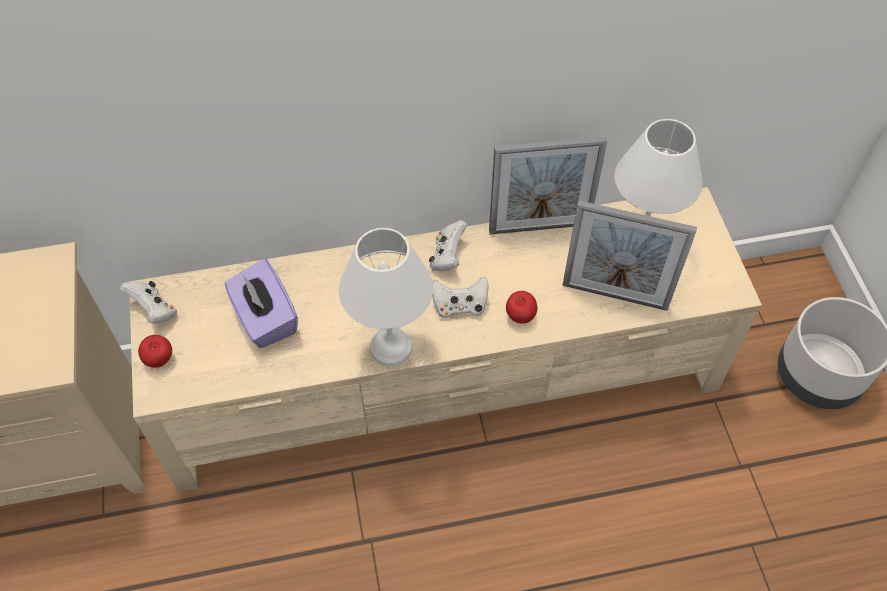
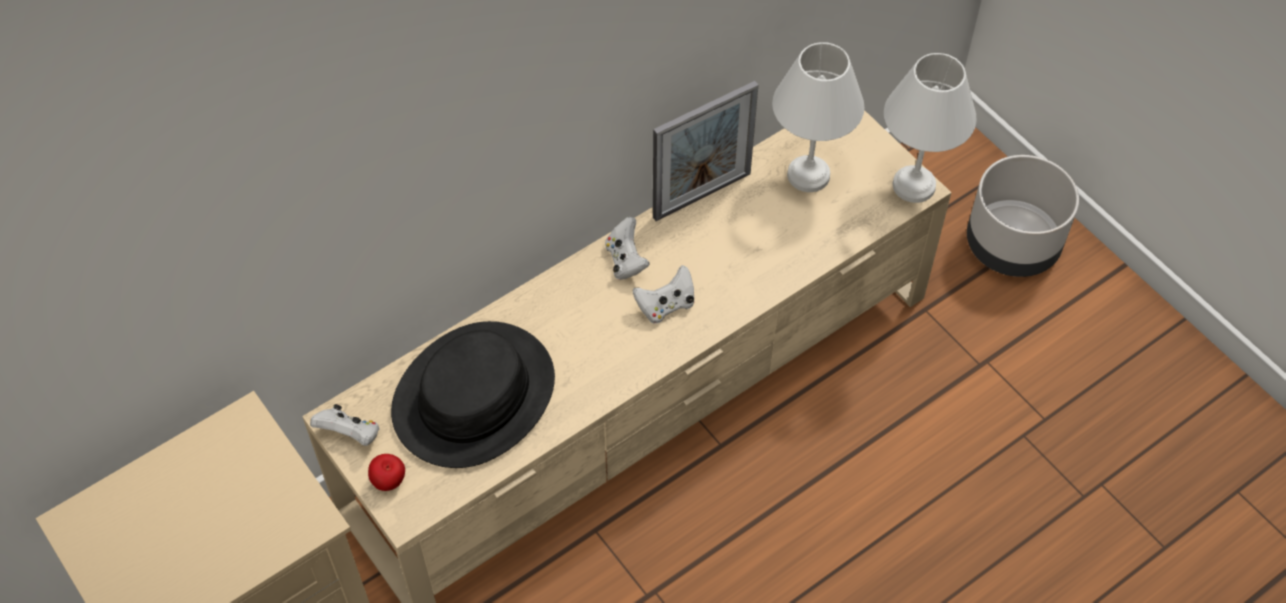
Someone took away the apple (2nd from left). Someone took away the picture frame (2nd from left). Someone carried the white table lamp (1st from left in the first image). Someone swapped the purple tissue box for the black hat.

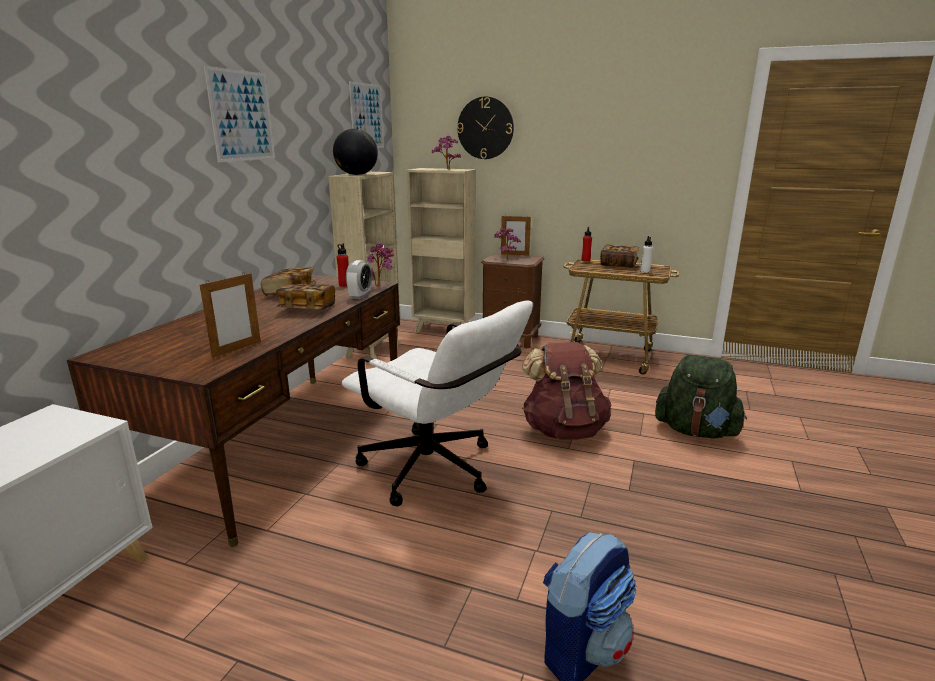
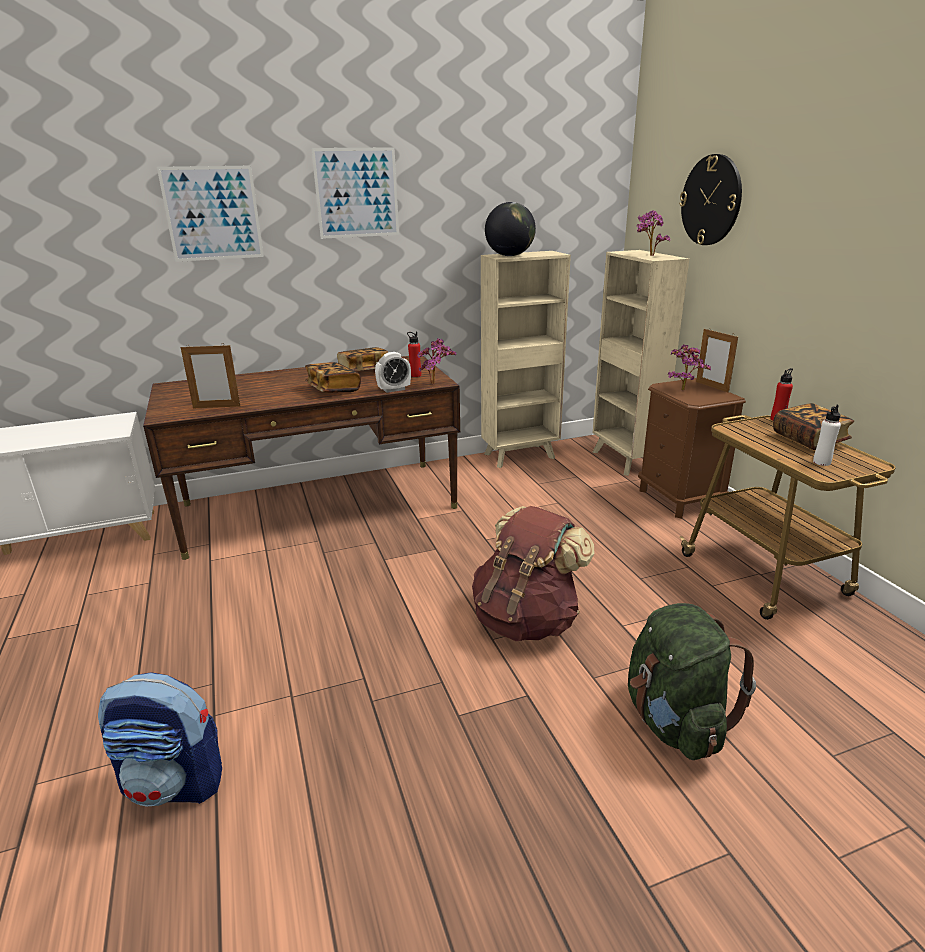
Someone took away the white office chair. Someone carried the picture (2nd from left in the first image).

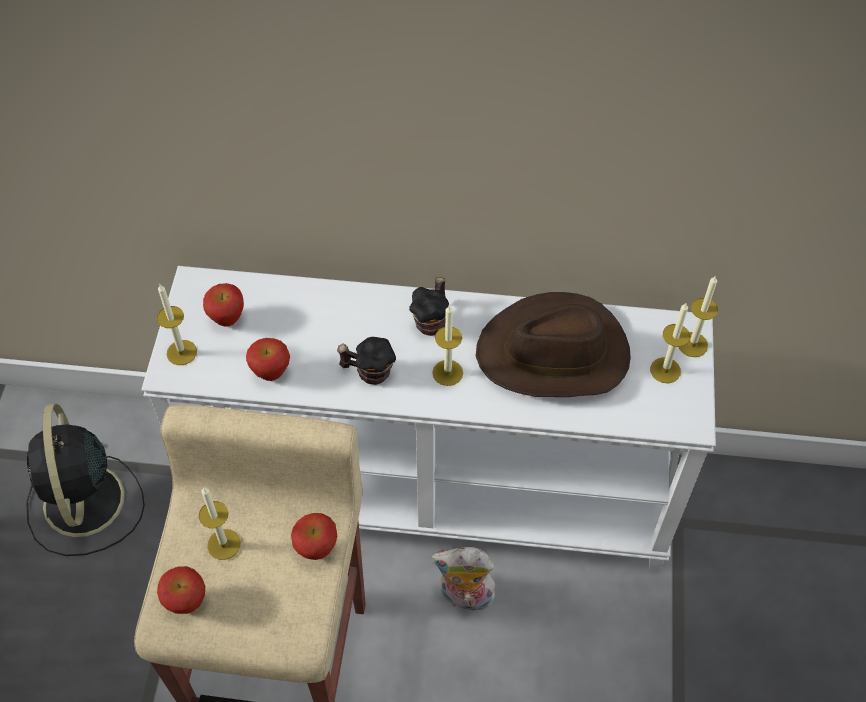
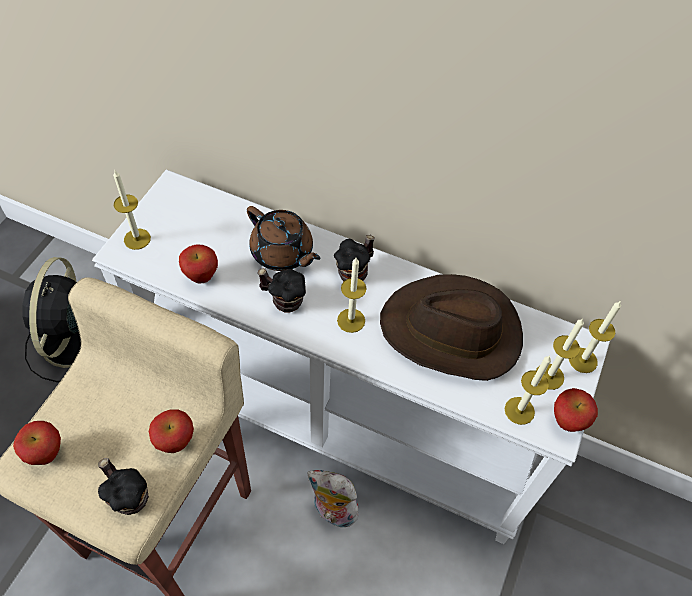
Someone put down the mug (1st from left). Someone put down the brown teapot. Someone carried the candle (2nd from left in the first image). Someone carried the apple (2nd from left in the first image).

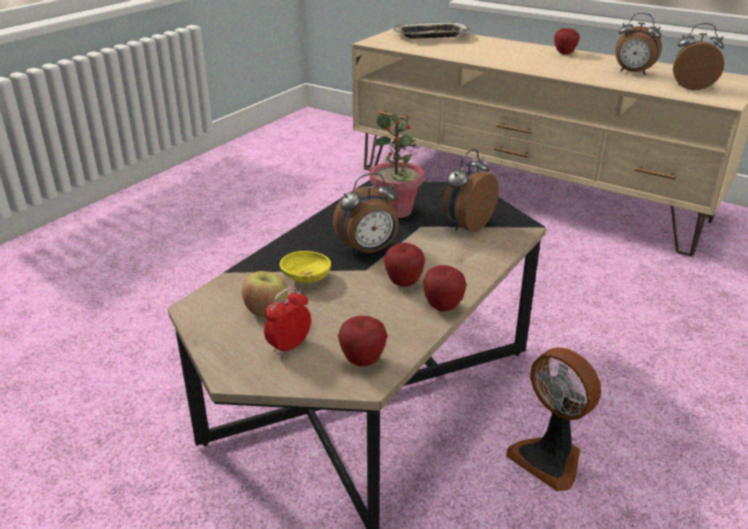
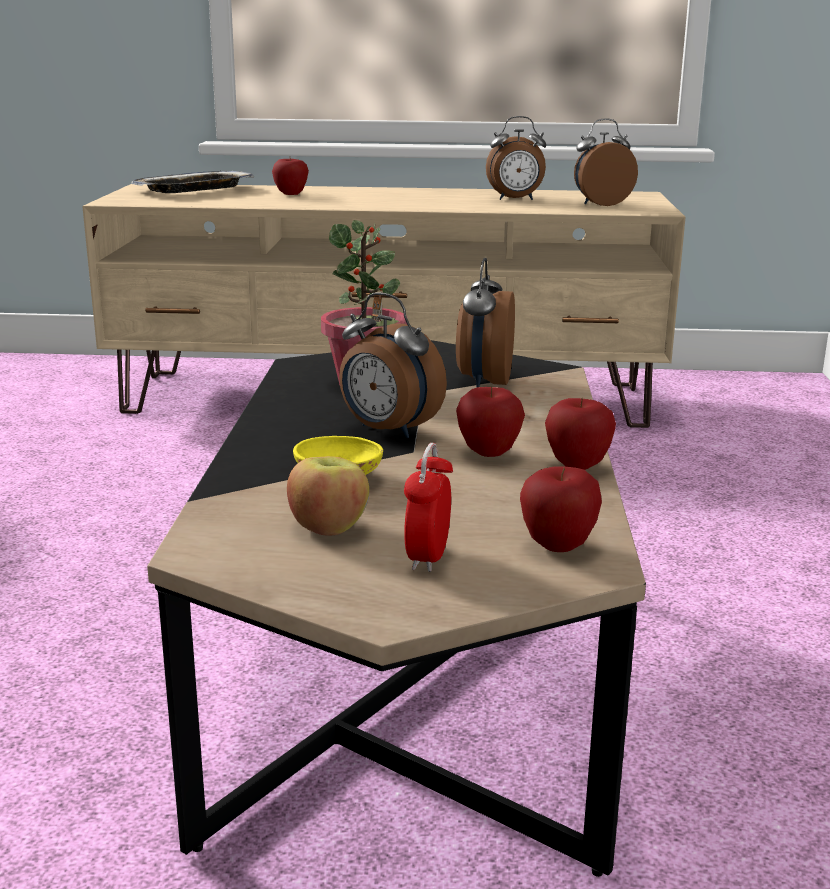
Someone took away the fan. Someone carried the apple (5th from left in the first image). Someone rotated the alarm clock (2nd from left in the first image) by 90 degrees clockwise.

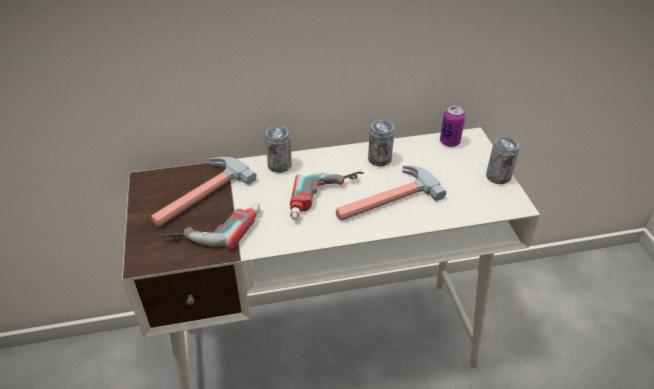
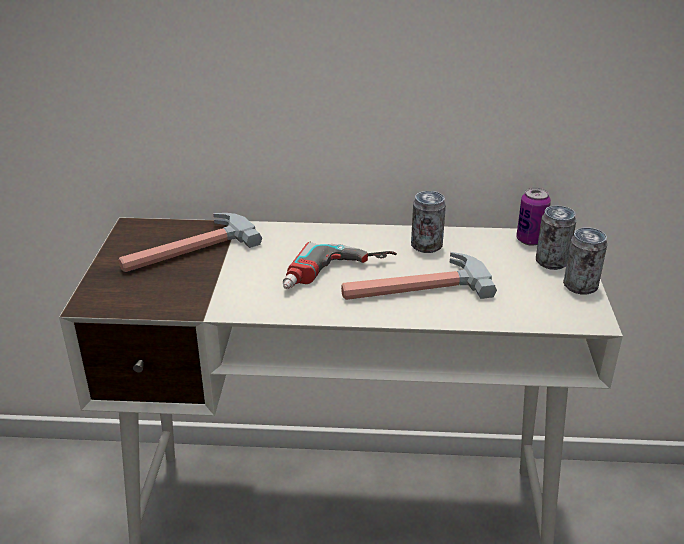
Someone took away the power drill (1st from left). Someone carried the can (1st from left in the first image).

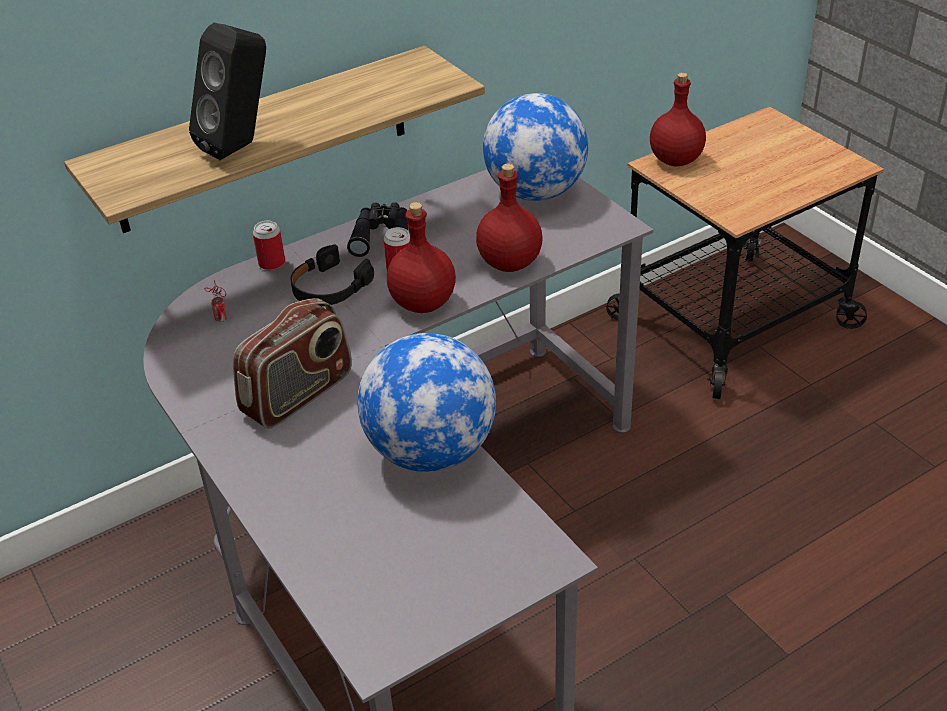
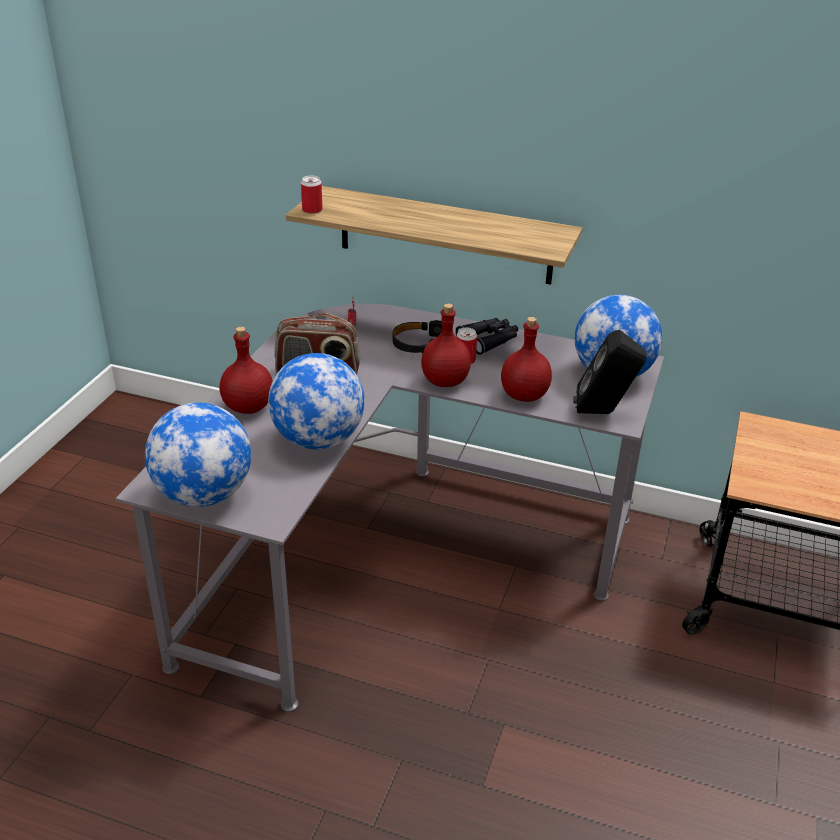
Someone put down the globe (1st from left). Someone carried the black speaker. Someone carried the can (2nd from left in the first image). Someone carried the red bottle (3rd from left in the first image).

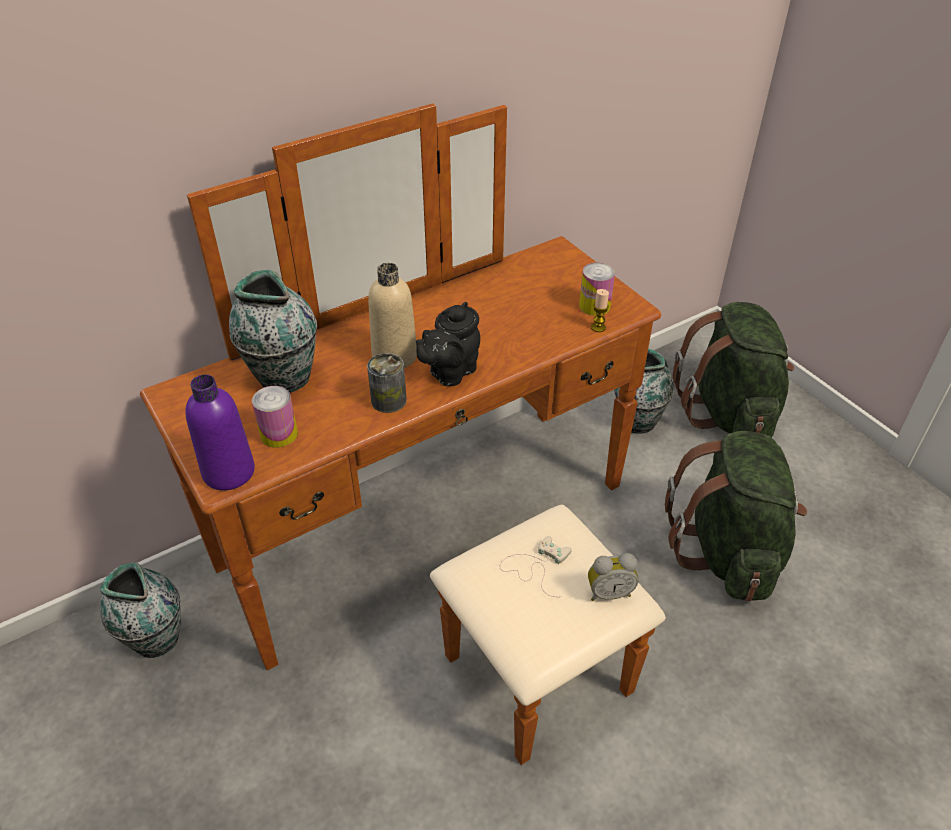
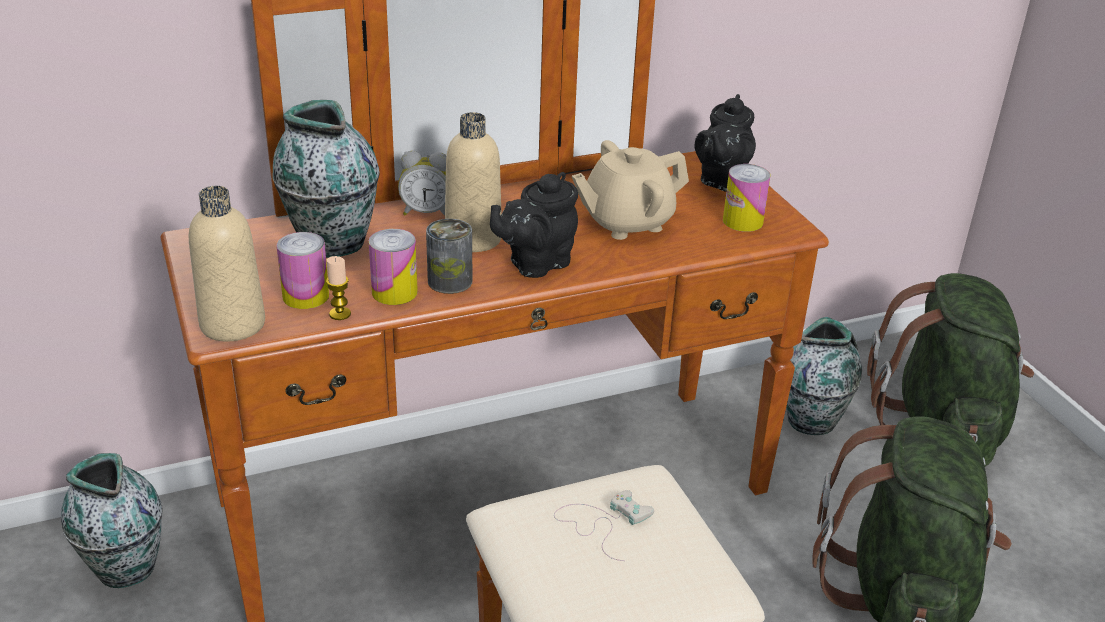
Someone put down the can (2nd from left). Someone put down the beige teapot. Someone put down the black teapot (2nd from left). Someone carried the alarm clock. Someone carried the candle. Someone repainted the purple bottle, which became the beige bottle (1st from left).

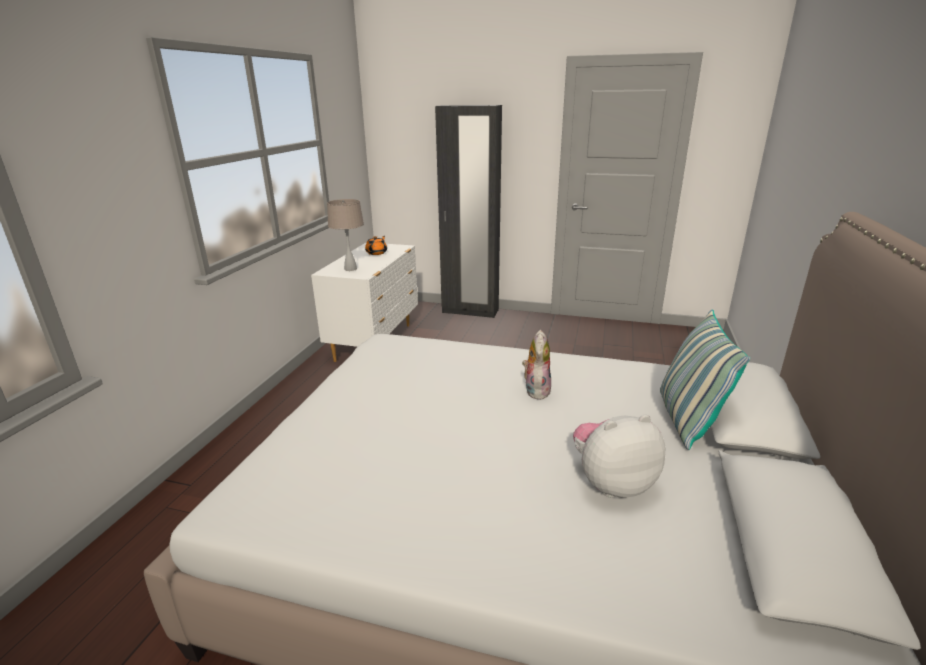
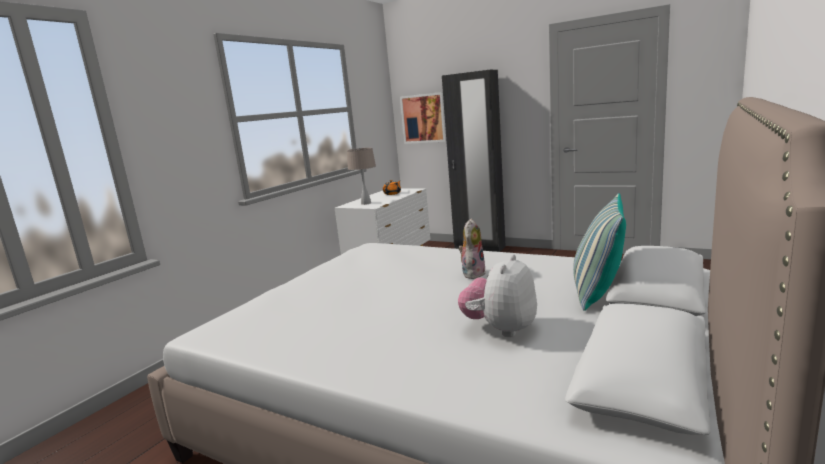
Someone put up the picture. Someone rotated the plush toy (2nd from left) by 60 degrees counterclockwise.

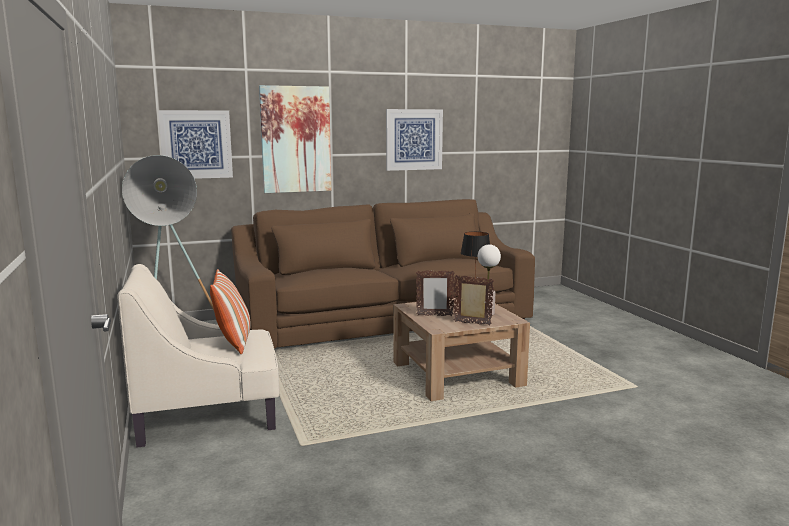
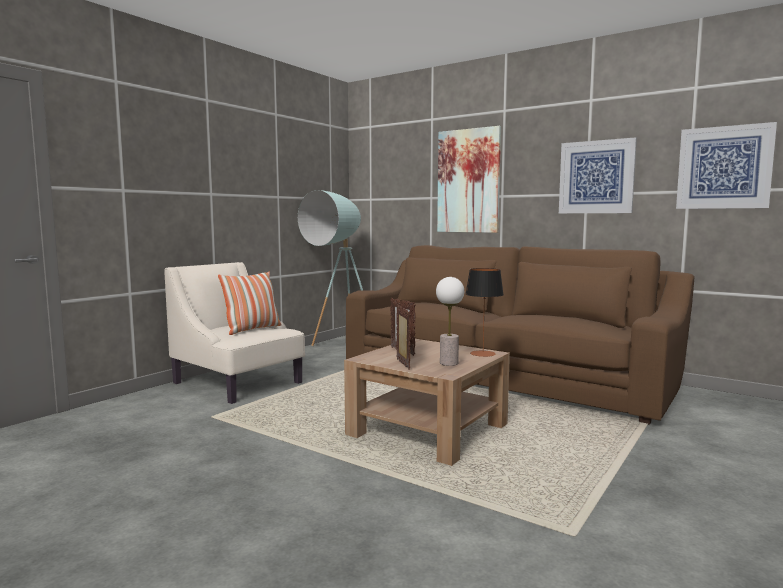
Someone carried the picture (1st from left in the first image).

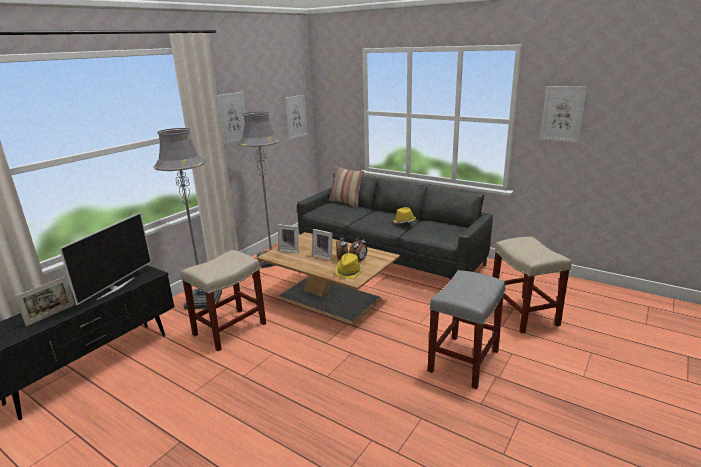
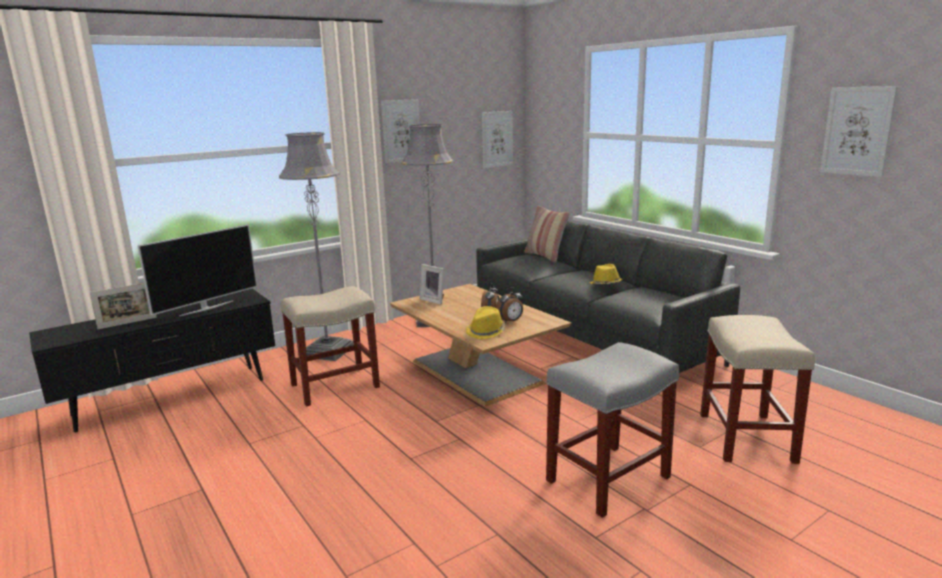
Someone took away the picture frame (3rd from left).

